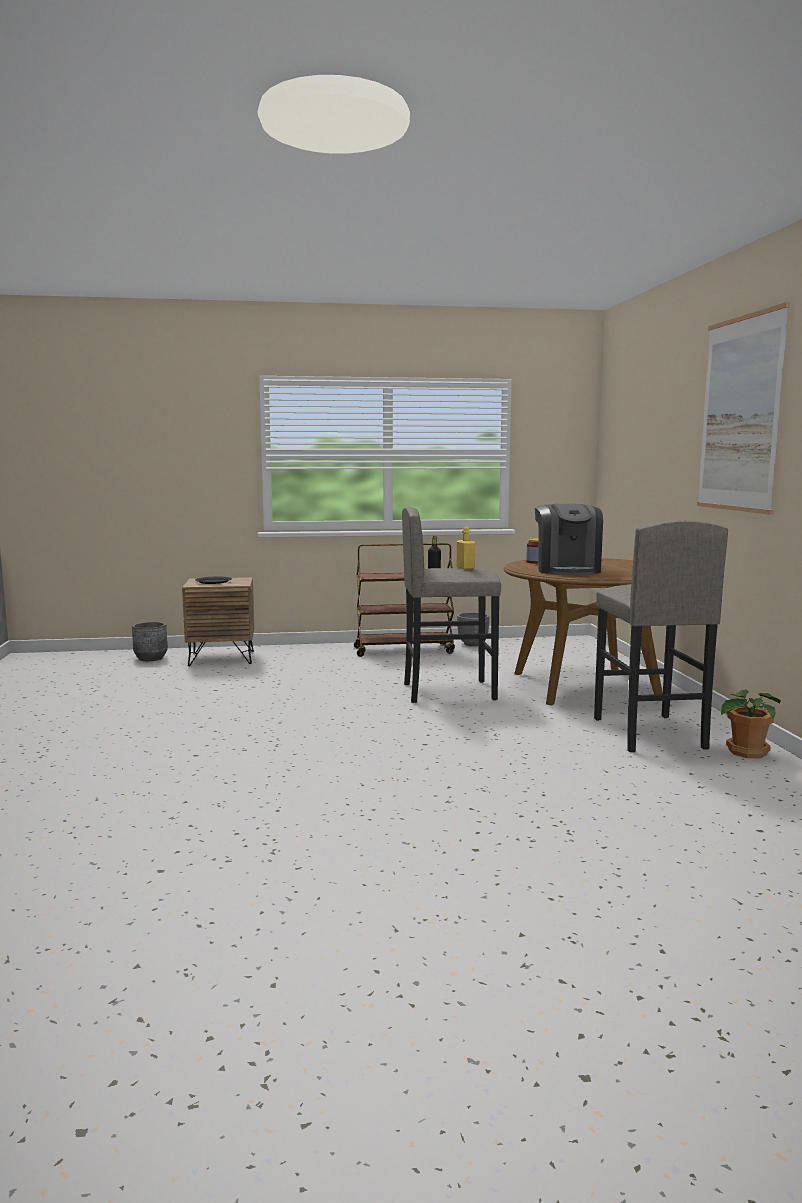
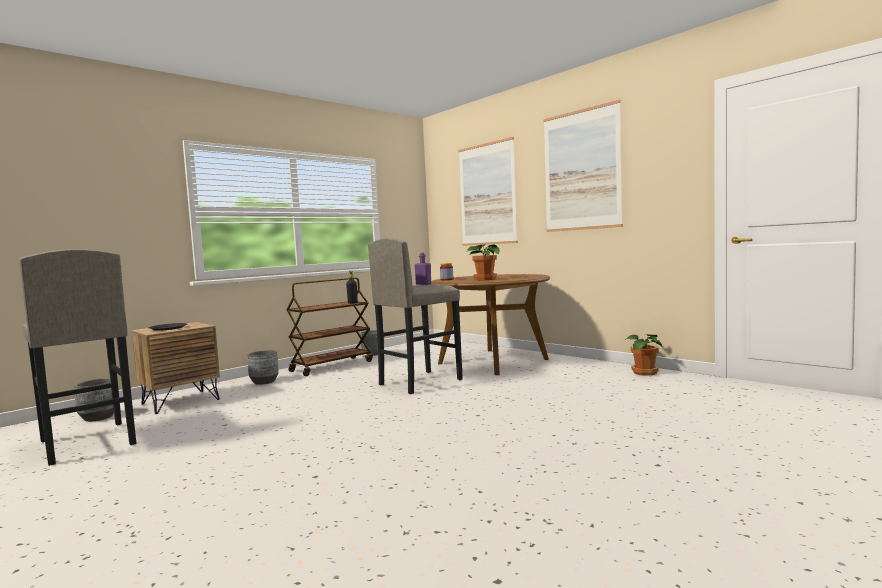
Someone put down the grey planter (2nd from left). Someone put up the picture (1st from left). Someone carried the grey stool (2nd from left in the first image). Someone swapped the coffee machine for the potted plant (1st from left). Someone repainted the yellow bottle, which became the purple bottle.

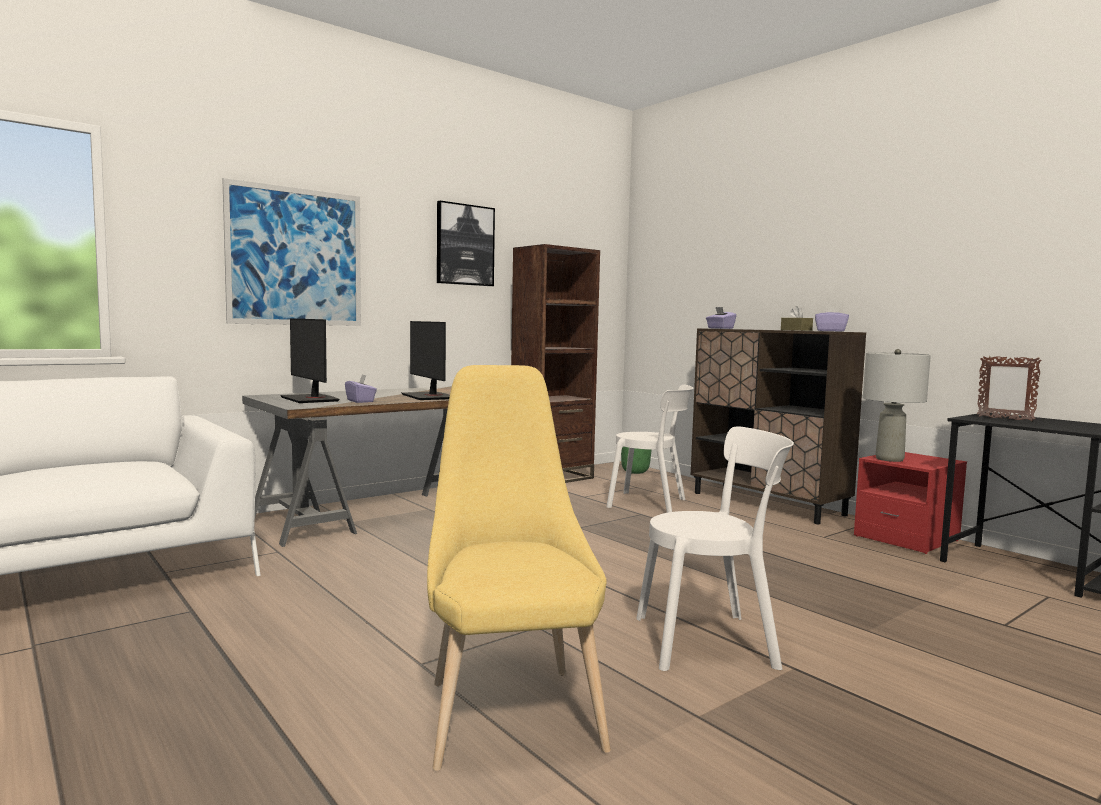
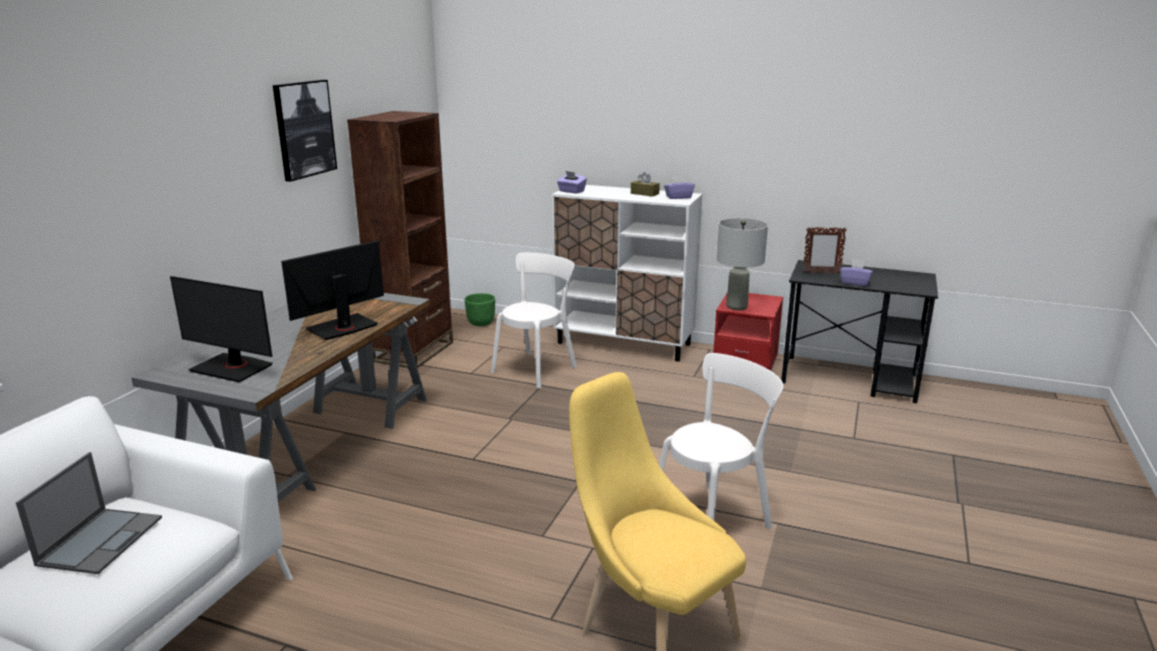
Someone took away the picture (1st from left). Someone put down the laptop. Someone carried the purple tissue box (1st from left in the first image). Someone repainted the brown cabinet, which became the white cabinet. Someone rotated the monitor (2nd from left) by 105 degrees clockwise. Someone rotated the white chair (1st from left) by 45 degrees counterclockwise.

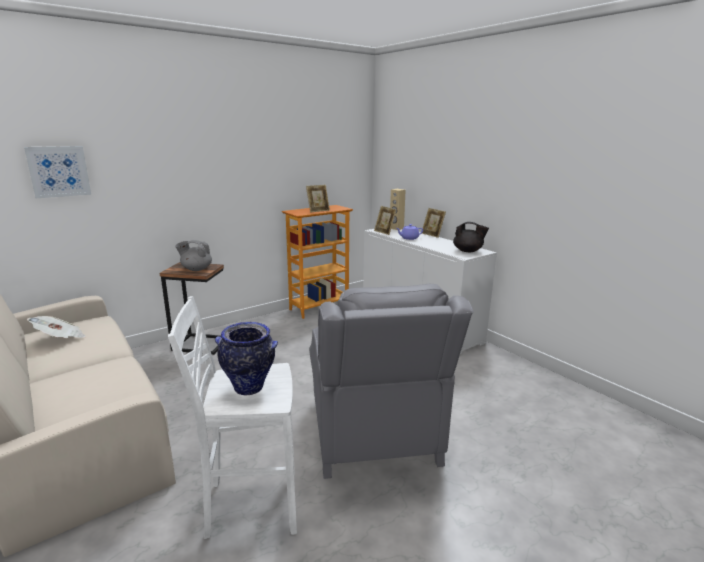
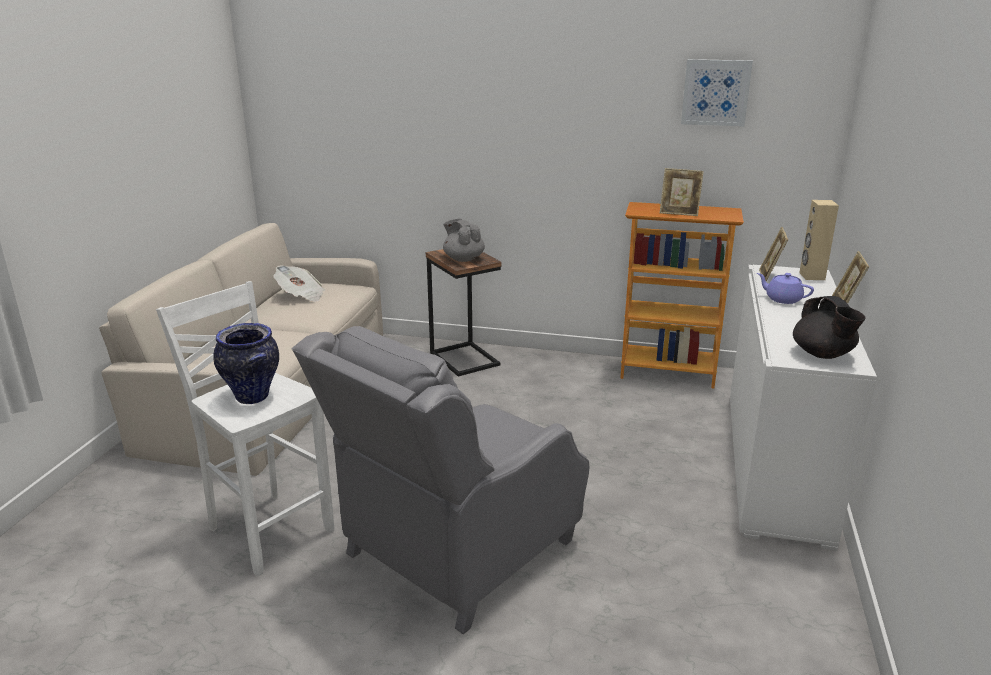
Someone carried the picture.

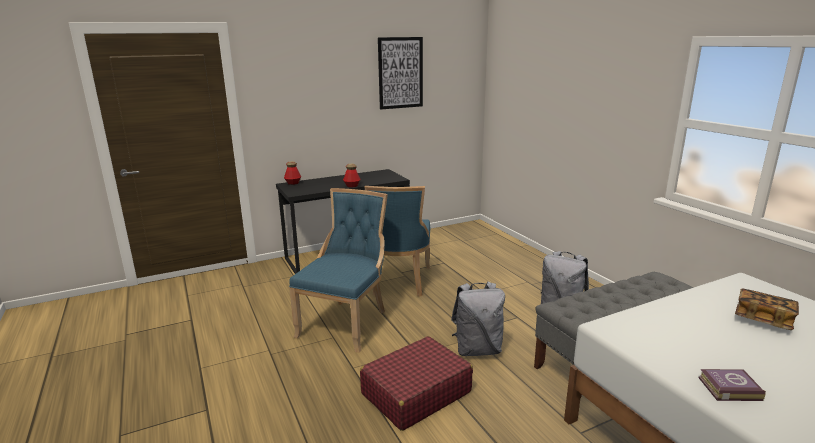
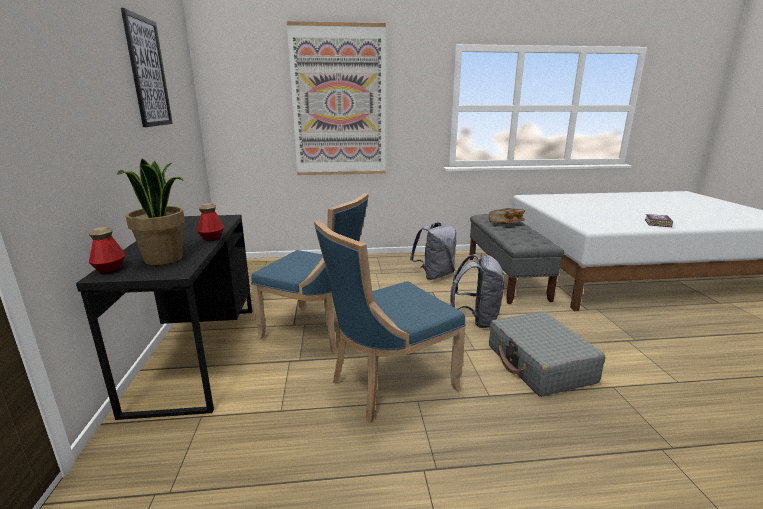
Someone put down the potted plant. Someone put up the picture (2nd from left). Someone carried the book (2nd from left in the first image). Someone repainted the red suitcase, which became the grey suitcase. Someone rotated the blue chair (1st from left in the first image) by 75 degrees counterclockwise.

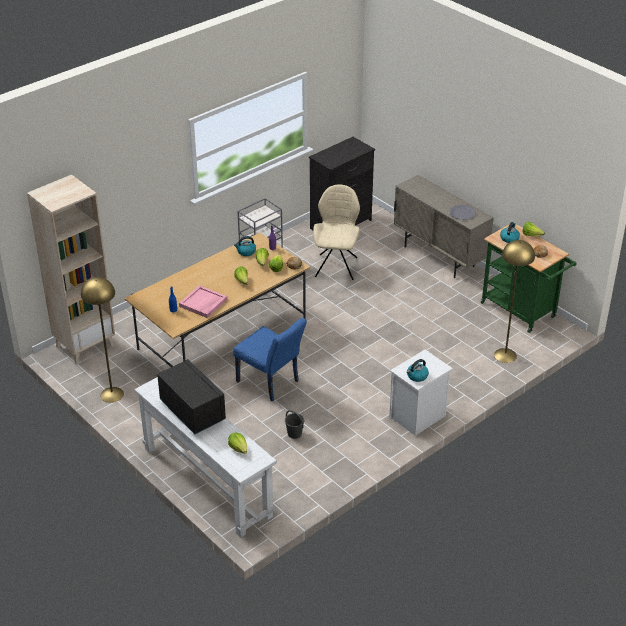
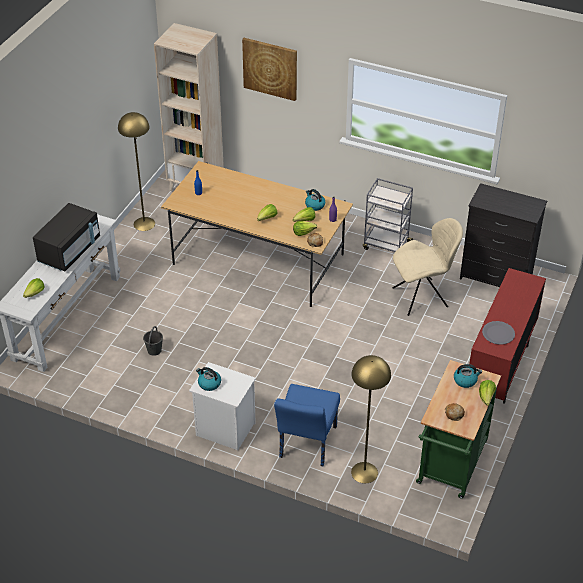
Someone took away the pink tray. Someone put up the picture. Someone carried the blue chair. Someone repainted the beige cabinet, which became the red cabinet.

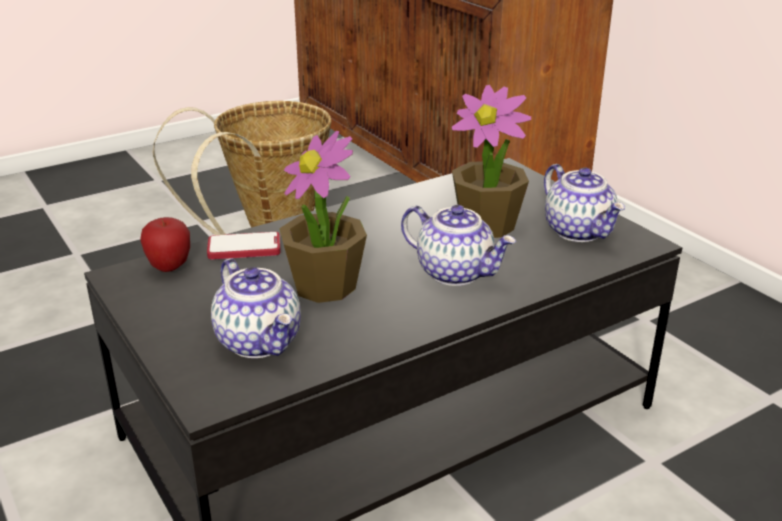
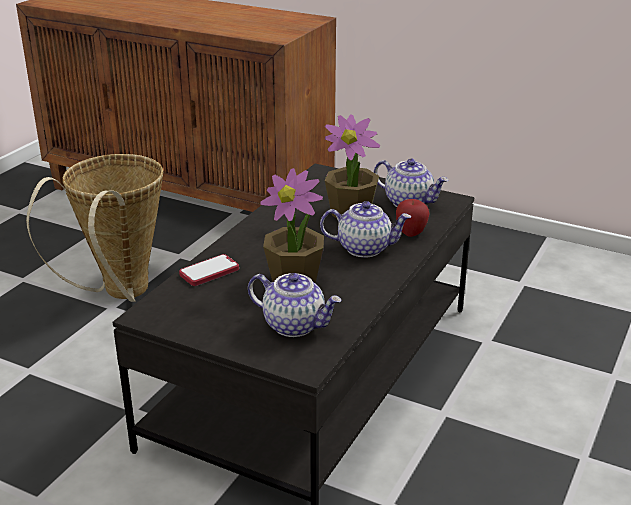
Someone carried the apple.

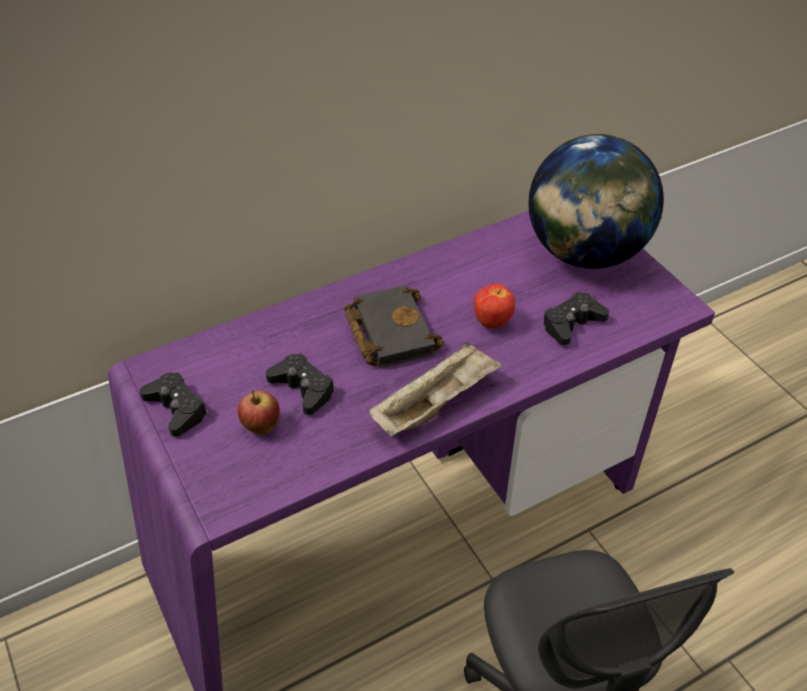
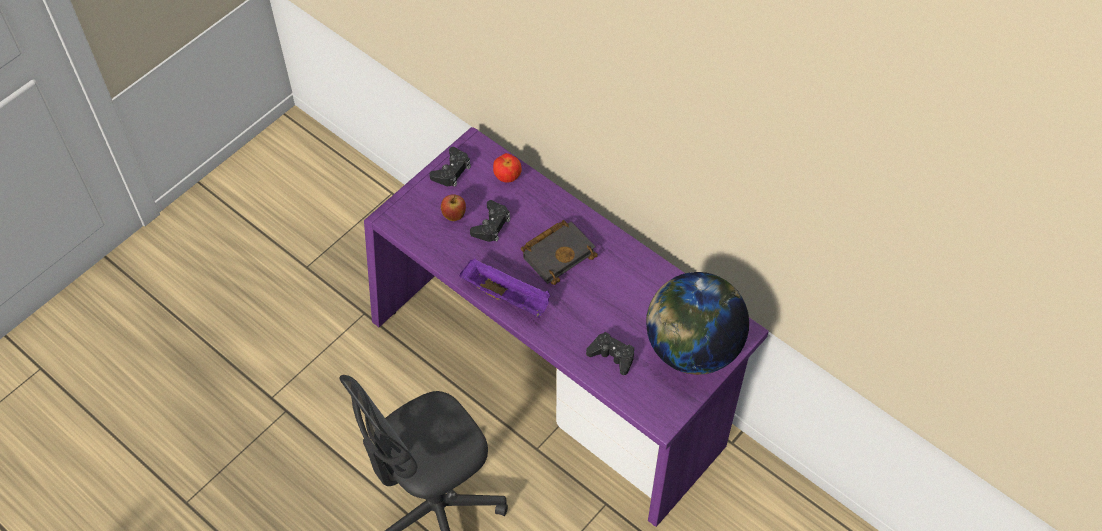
Someone carried the apple (2nd from left). Someone repainted the beige tray, which became the purple tray.

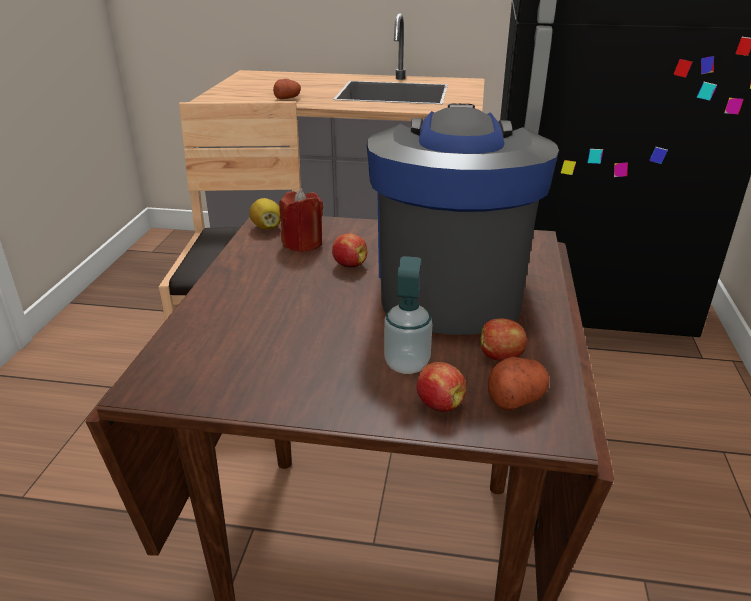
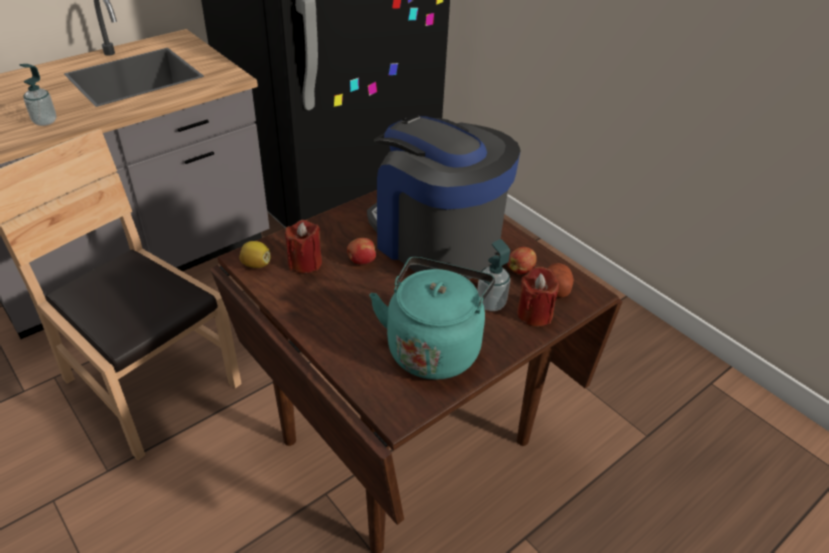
Someone put down the turquoise kettle. Someone swapped the potato (1st from left) for the soap dispenser (1st from left). Someone swapped the apple (2nd from left) for the red candle (2nd from left).

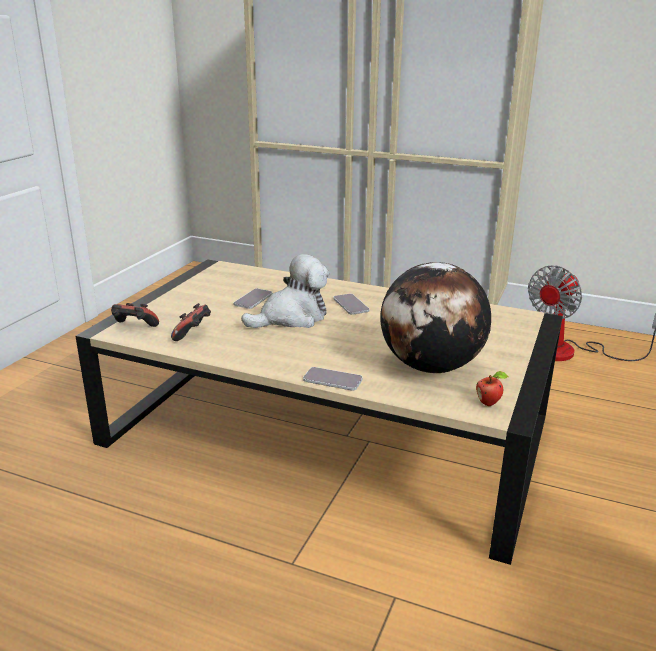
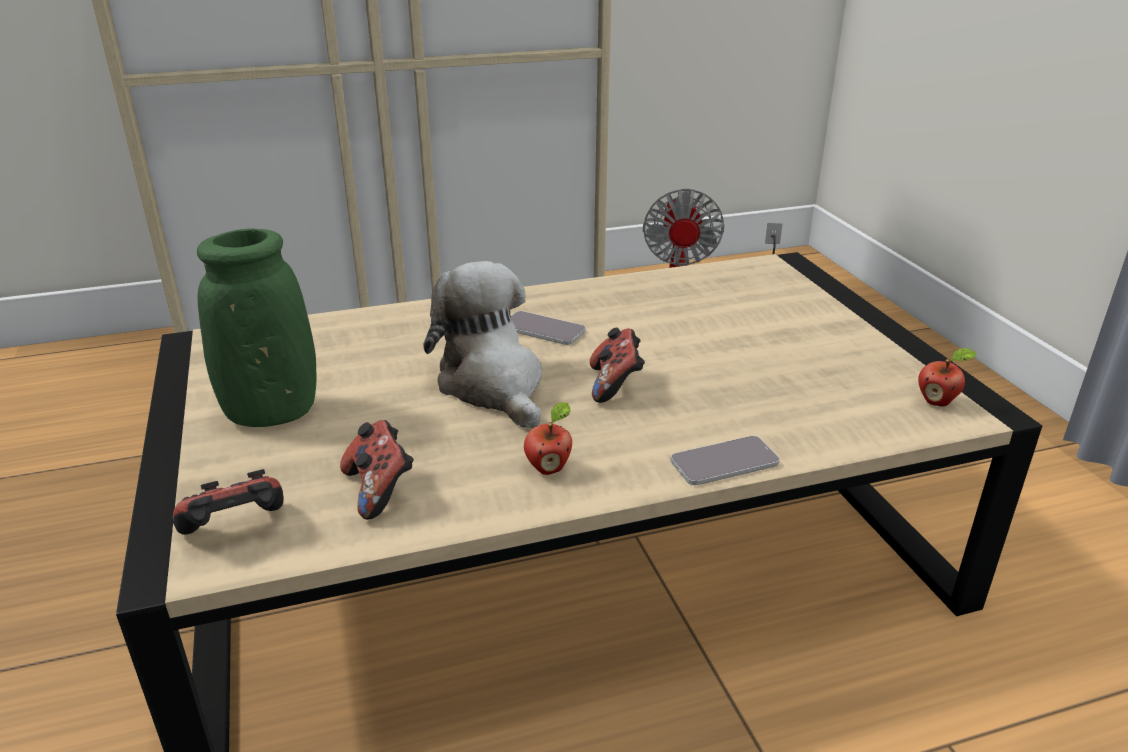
Someone took away the phone (1st from left). Someone took away the globe. Someone put down the green vase. Someone put down the apple (1st from left). Someone put down the game controller (3rd from left). Someone rotated the plush toy by 45 degrees counterclockwise.

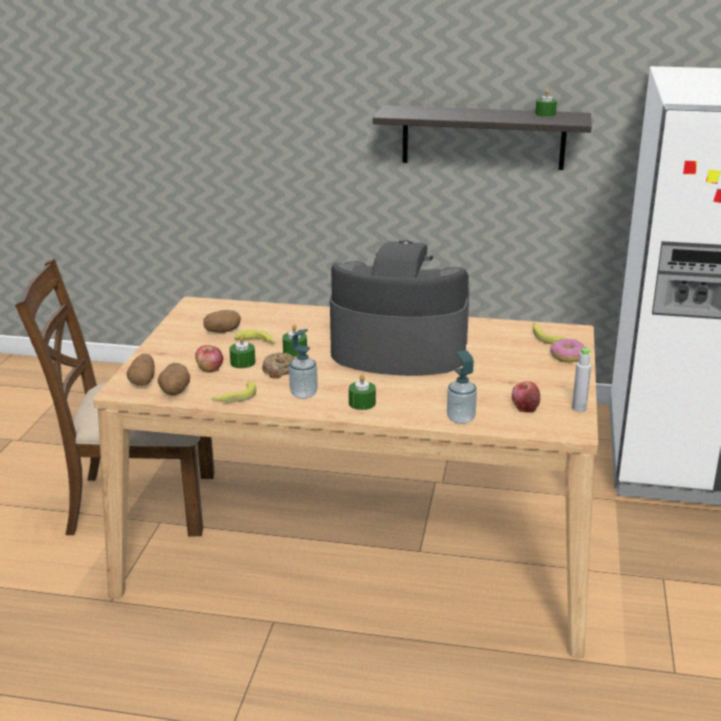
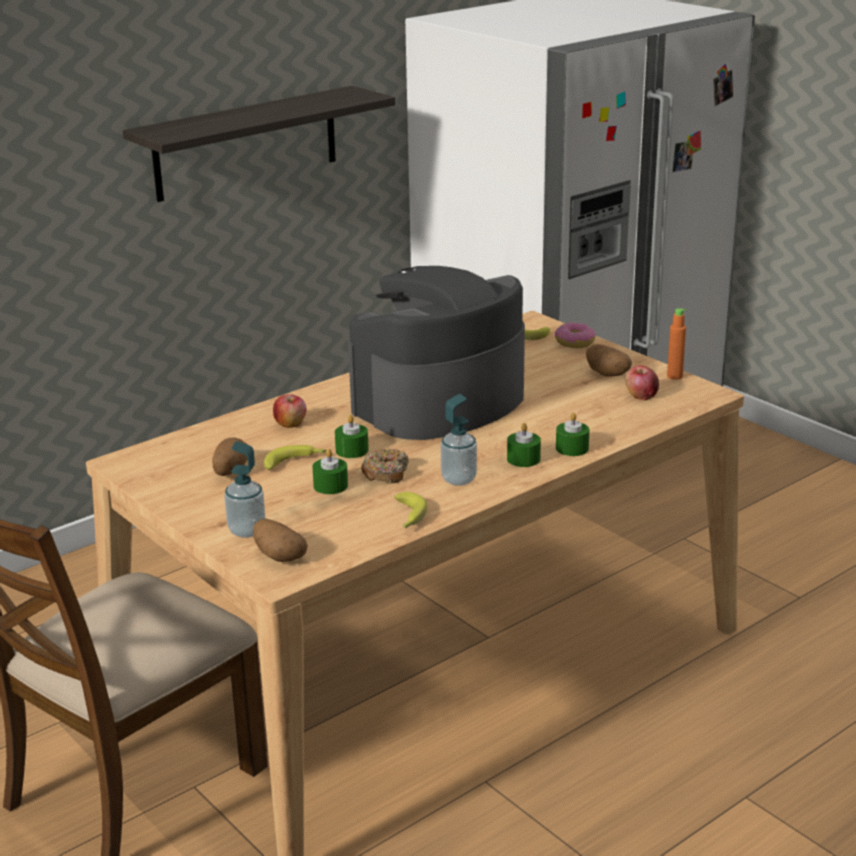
Someone carried the potato (2nd from left in the first image). Someone carried the apple (1st from left). Someone carried the soap dispenser (2nd from left in the first image). Someone carried the green candle (4th from left). Someone repainted the grey bottle, which became the orange bottle.

